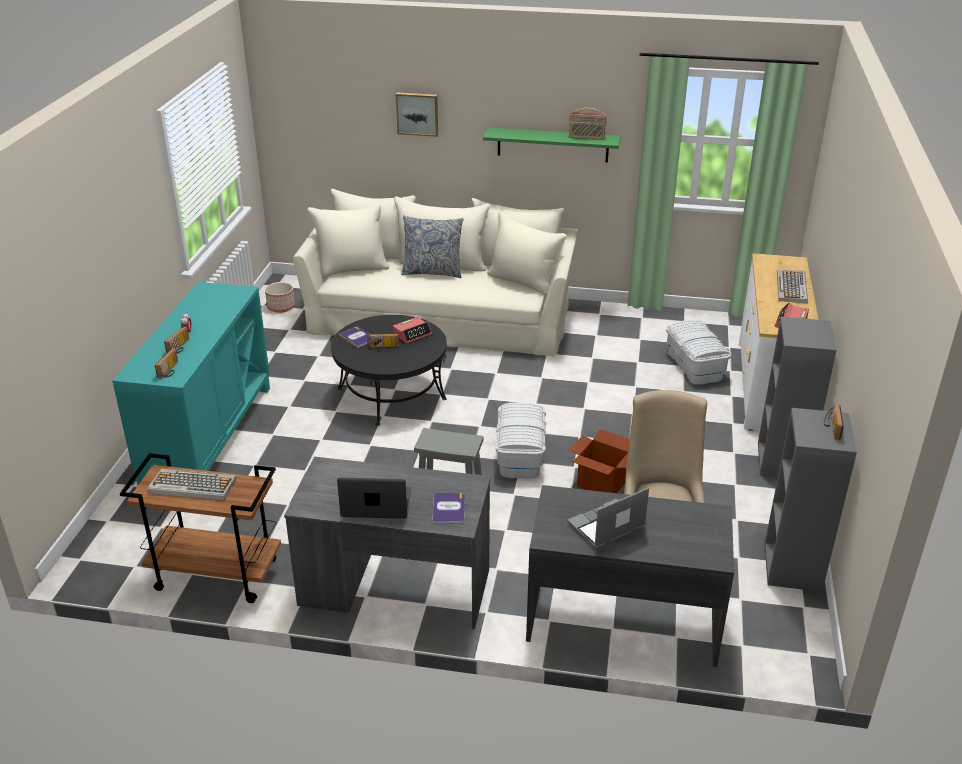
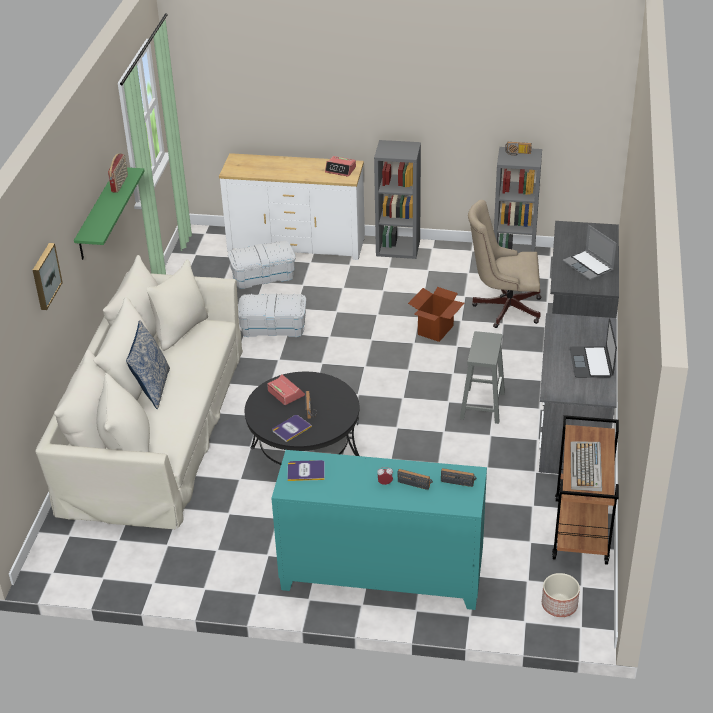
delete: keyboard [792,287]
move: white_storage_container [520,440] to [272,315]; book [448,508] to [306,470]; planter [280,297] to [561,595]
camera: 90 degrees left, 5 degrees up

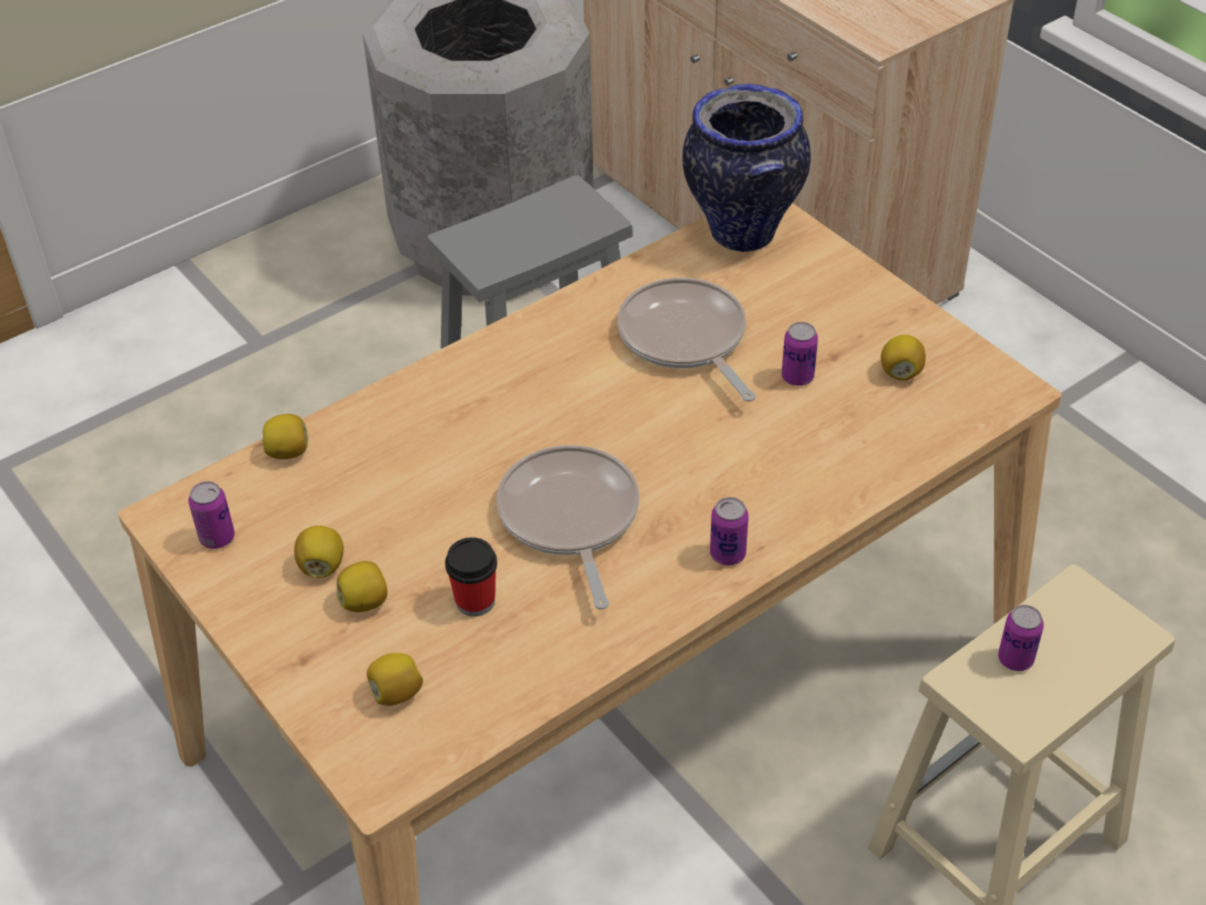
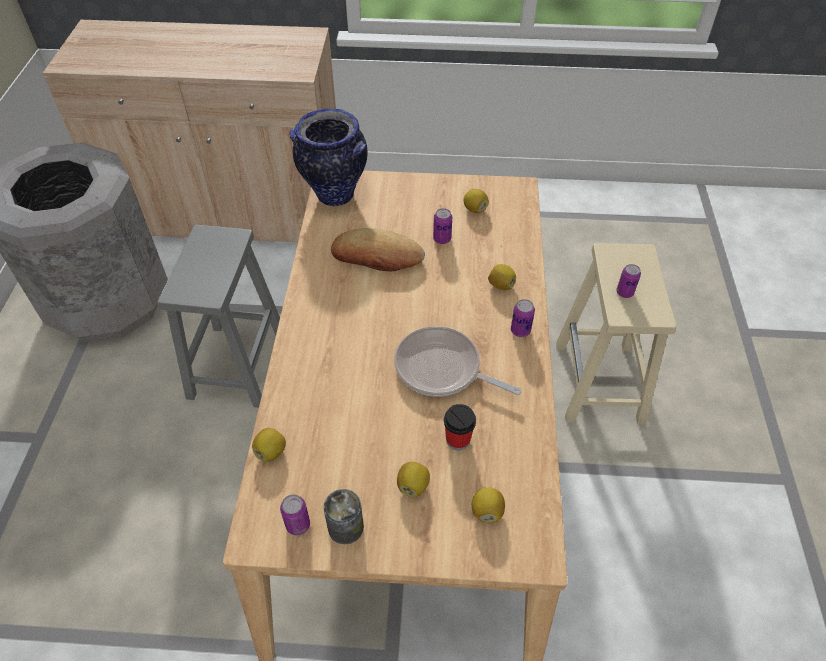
insert: metal_can [344,516]
move: citrus_fruit [319,551] to [502,277]
replace: skillet [686,340] to baked_bread [378,249]
camera: 50 degrees left, 5 degrees up

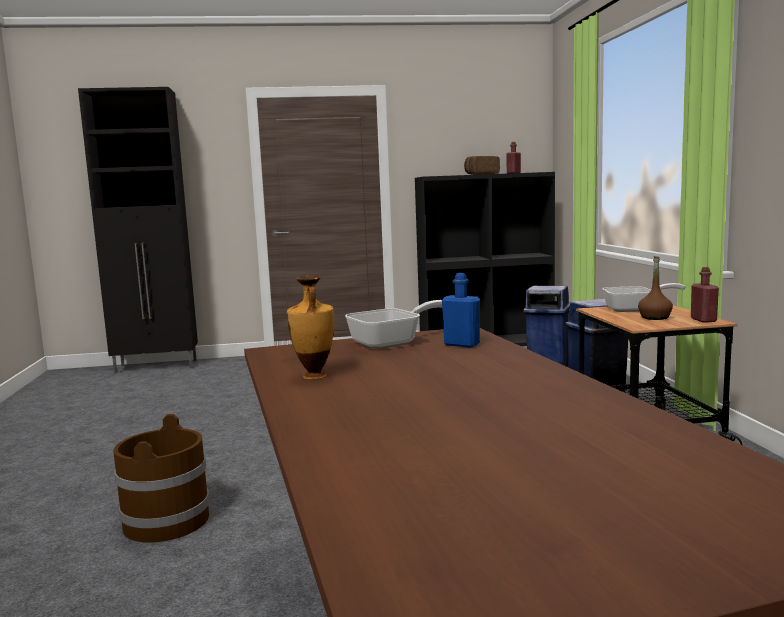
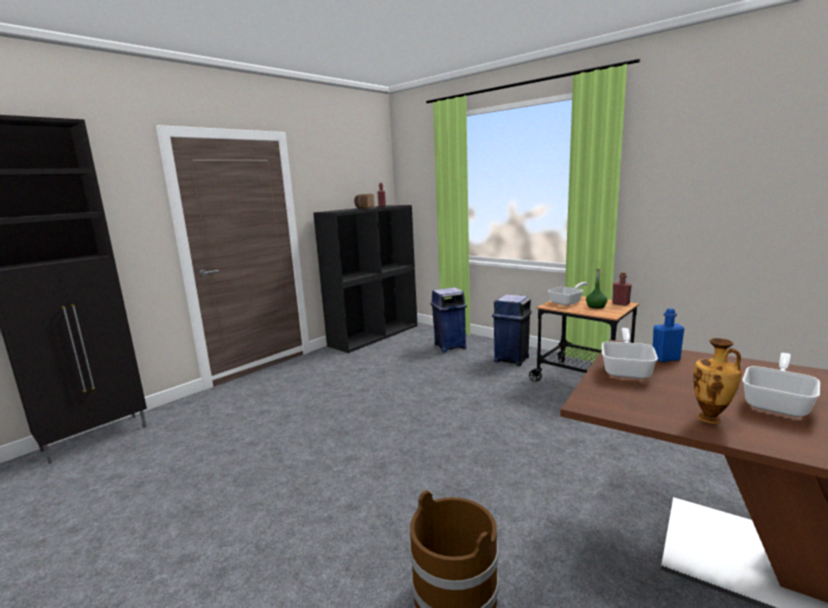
insert: skillet [781,385]
recolor: brown_beverage_bottle [655,288] to greenish_beverage_bottle [597,288]
camera: 40 degrees left, 5 degrees up

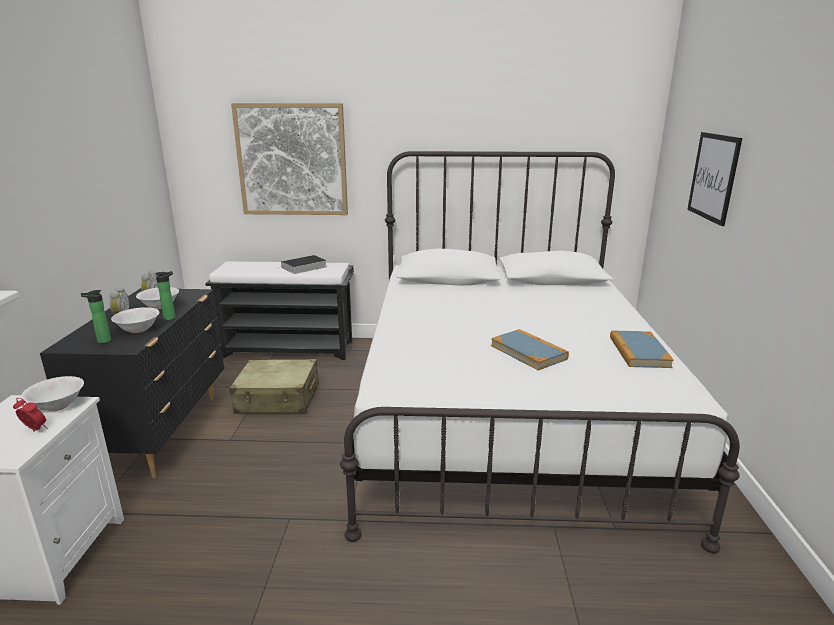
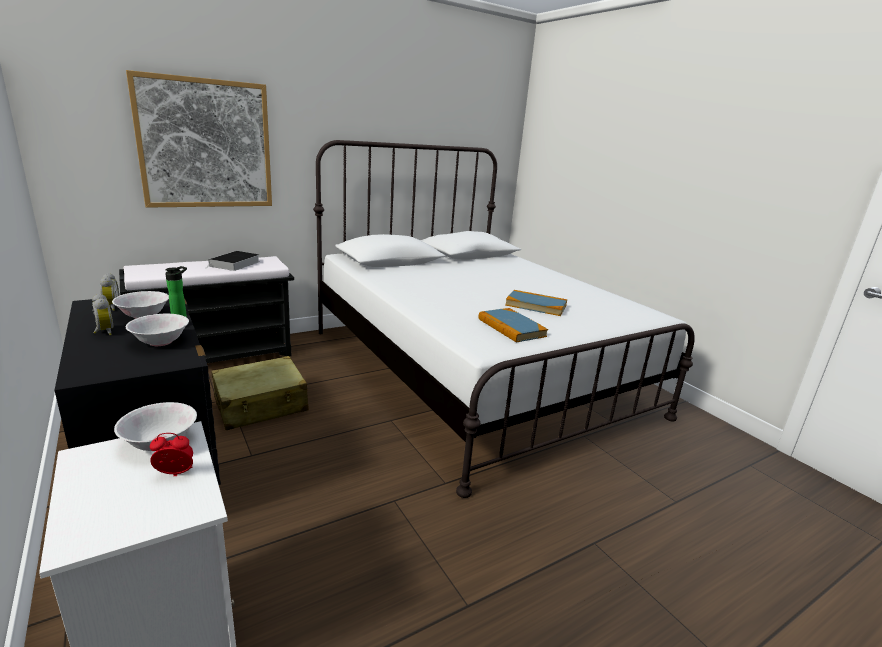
delete: beverage_bottle [96,316]; wall_art [714,179]
move: book [642,349] to [513,325]
camera: 35 degrees left, 0 degrees up

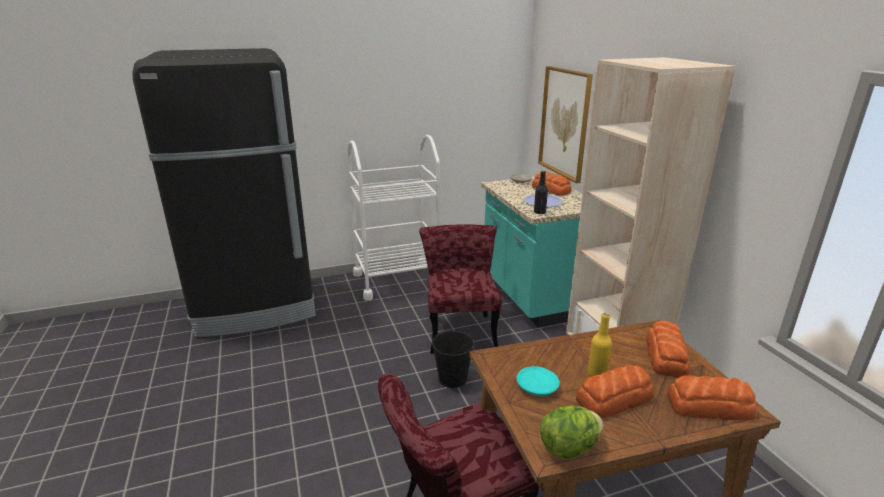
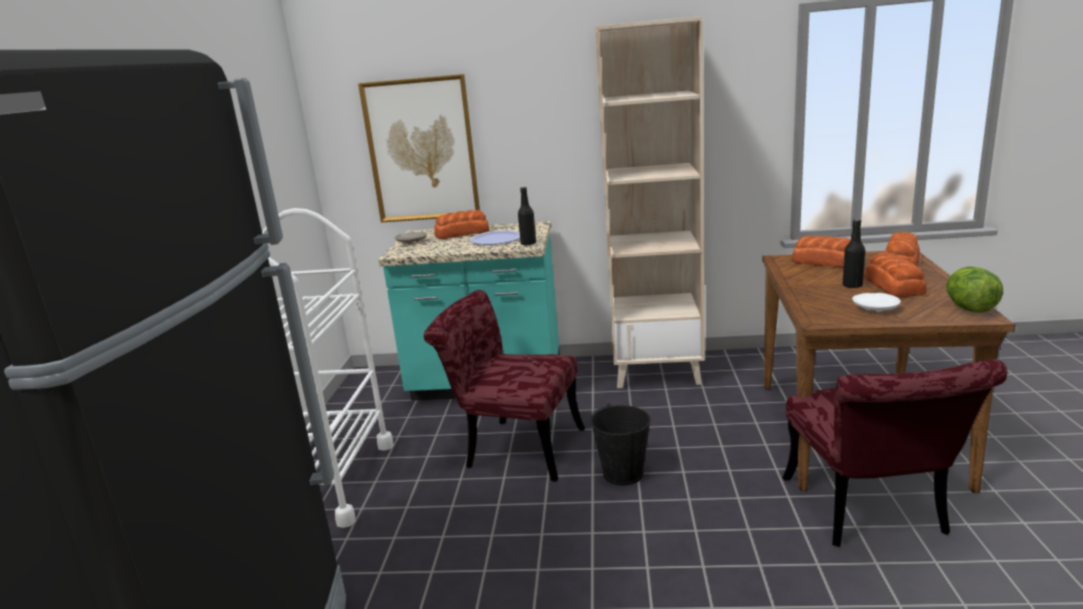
recolor: yellow-coloured_beverage_bottle [599,345] to black_beverage_bottle [854,253]; turquoise_plate [538,381] to white_plate [876,302]
camera: 65 degrees left, 5 degrees down

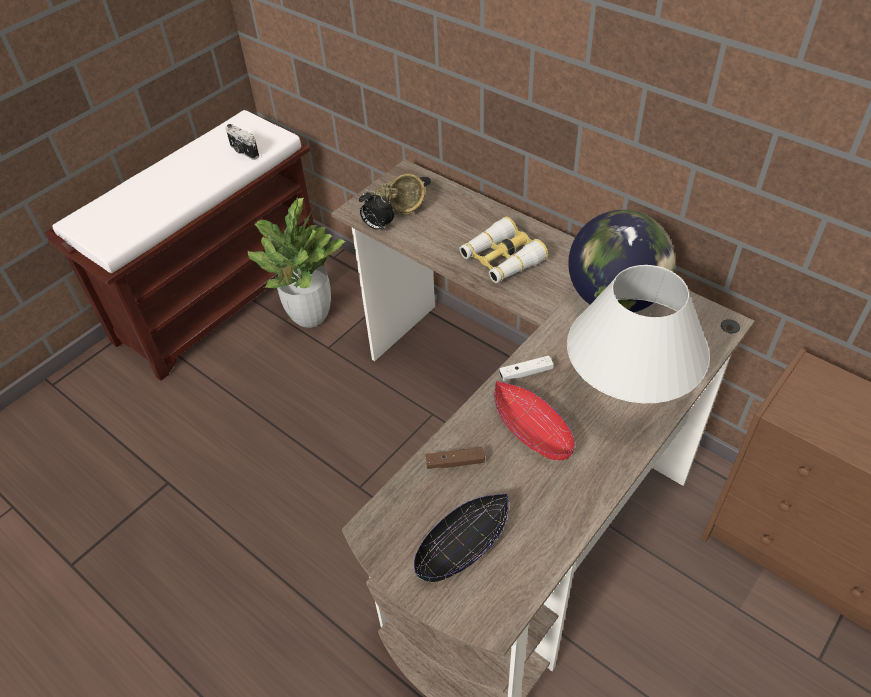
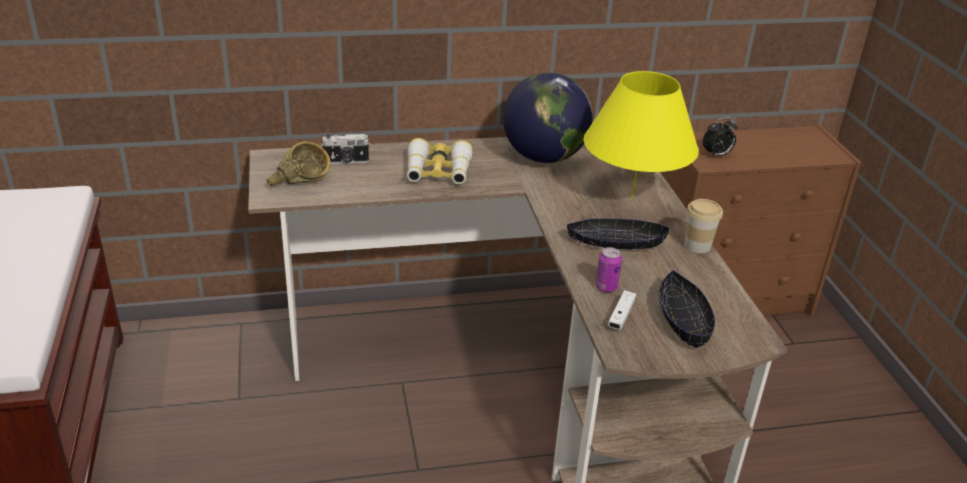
delete: houseplant [296,262]
insert: cup [704,226]
move: still_camera [242,142] to [345,149]; white_game_controller [526,368] to [622,310]; alarm_clock [376,210] to [720,137]
replace: brown_game_controller [455,458] to metal_can [608,269]
recolor: red-coloured_bowl [534,421] to black_bowl [618,234]; white_lamp_for_a_table [638,334] to yellow-coloured_lamp_for_a_table [641,134]
camera: 55 degrees left, 15 degrees down

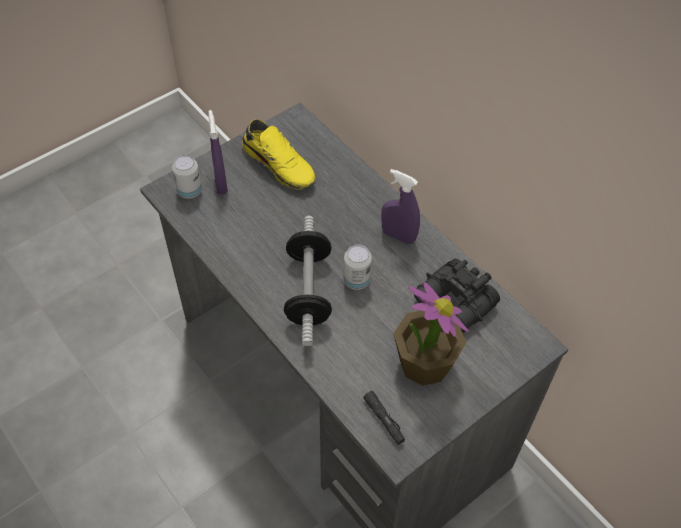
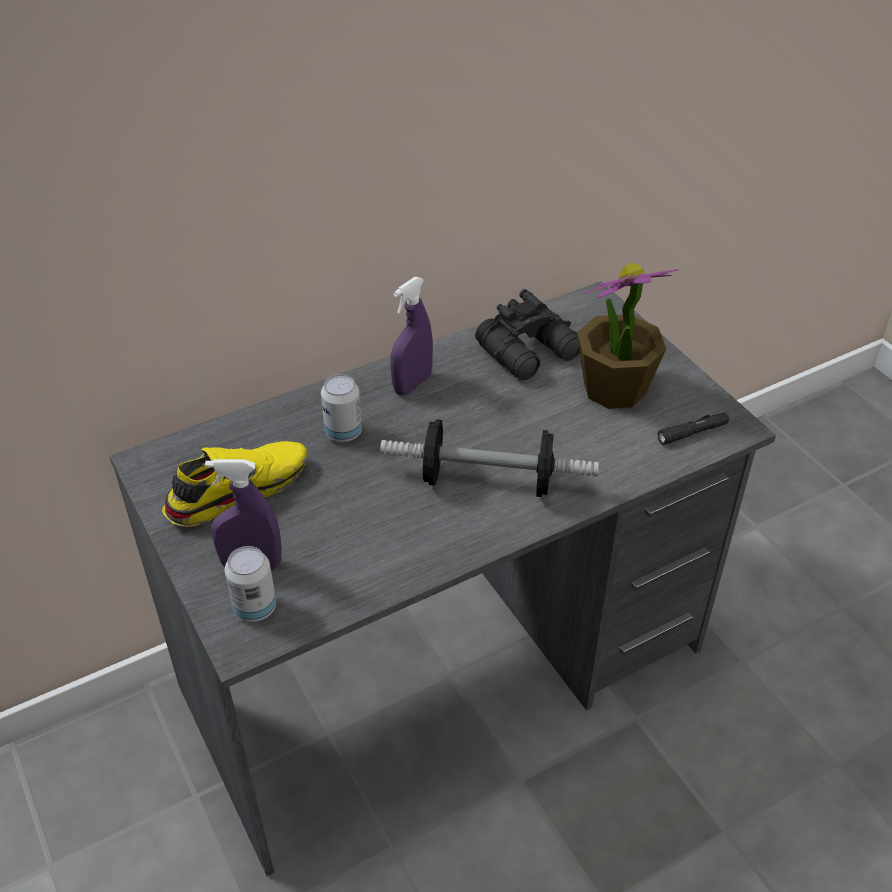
move: metal_can [357,267] to [341,408]
camera: 80 degrees left, 10 degrees down

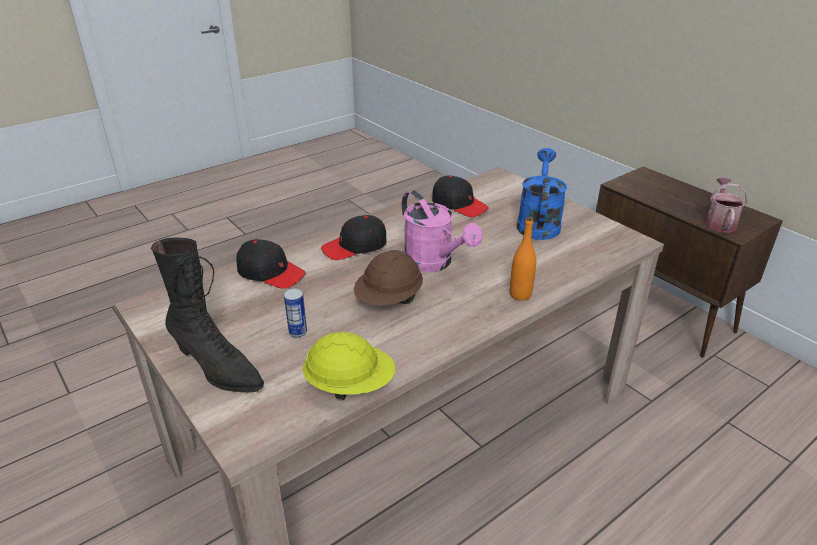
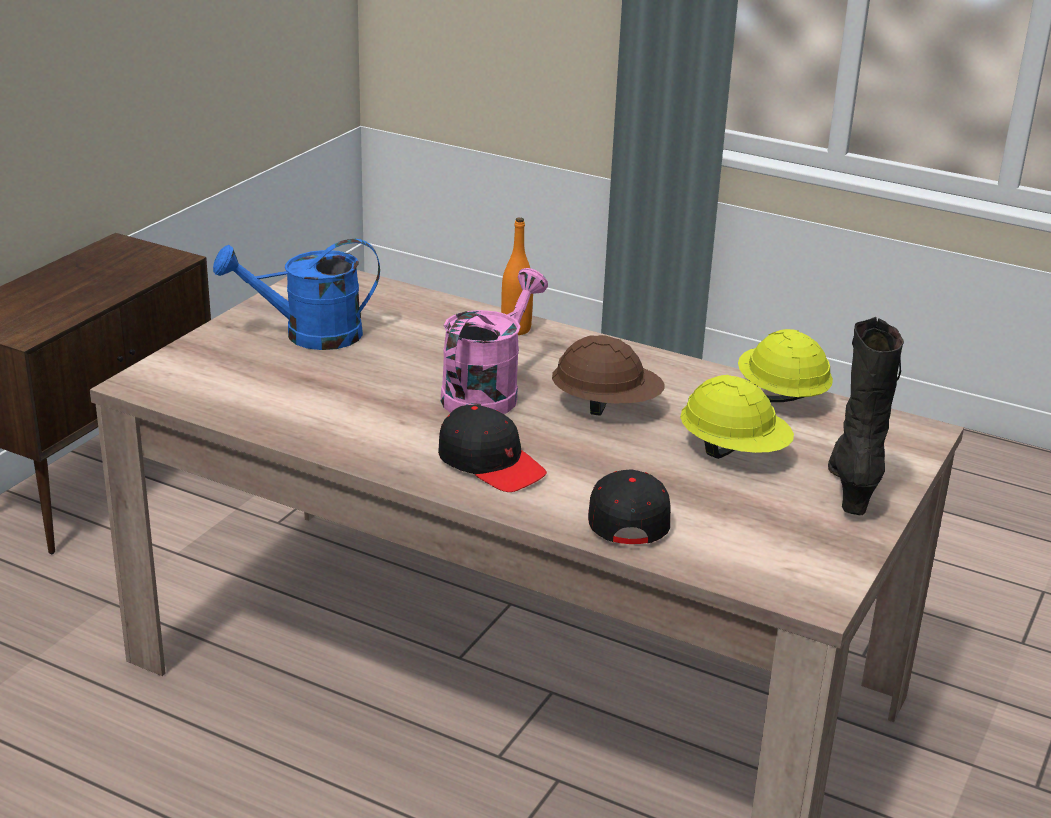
delete: black_baseball_cap [460,196]; watering_pot [726,205]
replace: metal_can [295,313] to yellow-coloured_hard_hat [737,417]
camera: 115 degrees left, 5 degrees down

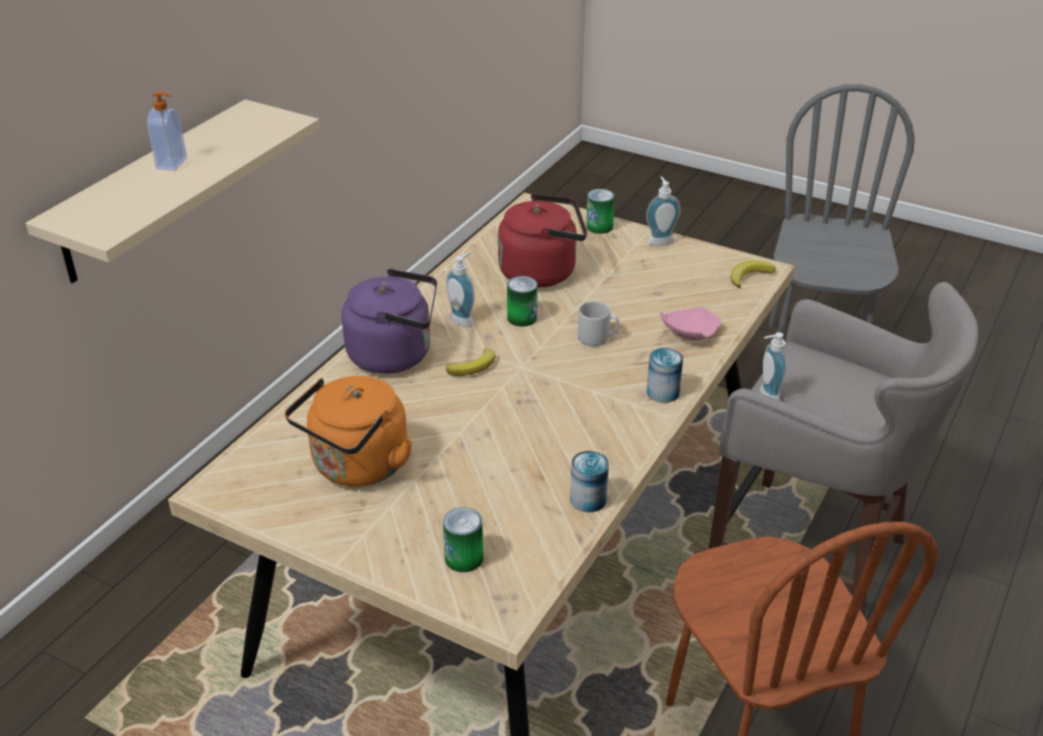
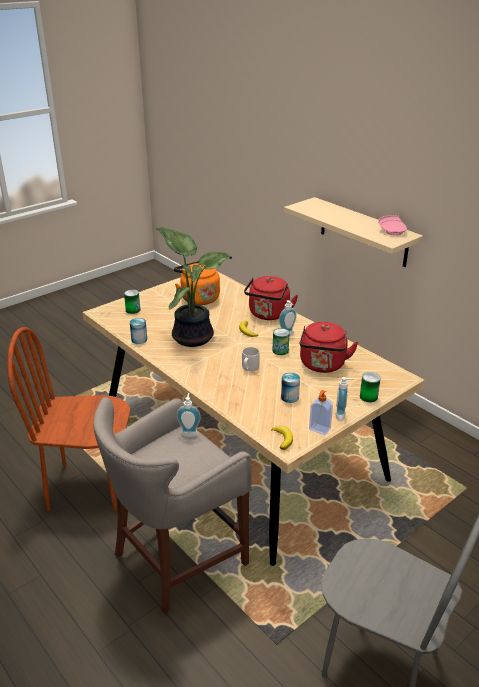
insert: houseplant [194,287]
move: metal_can [665,375] to [290,388]; soap_bottle [167,131] to [321,412]; pink-coloured_plate [691,324] to [392,225]
recolor: purple_kettle [389,321] to red-coloured_kettle [271,298]
camera: 110 degrees right, 5 degrees down

